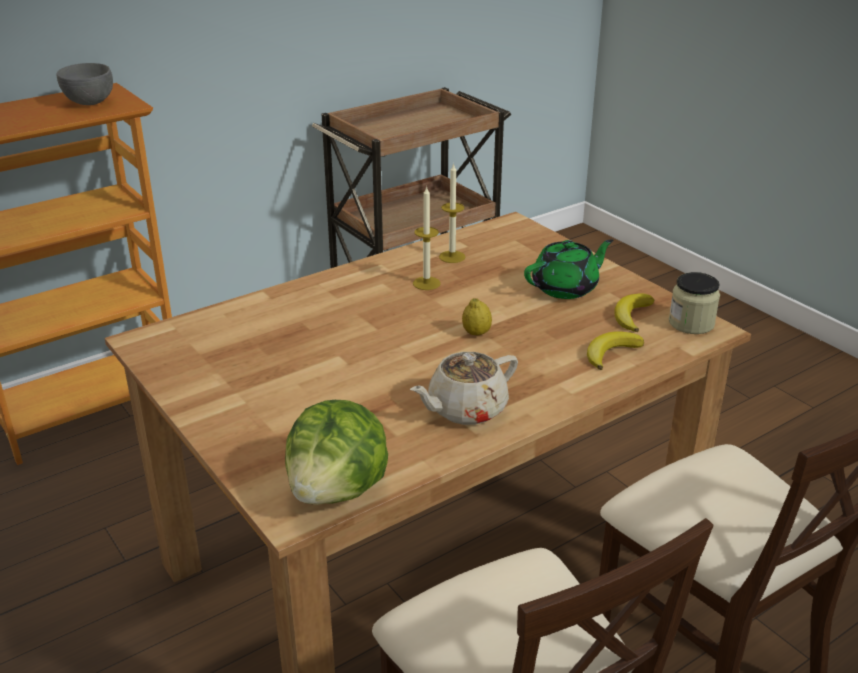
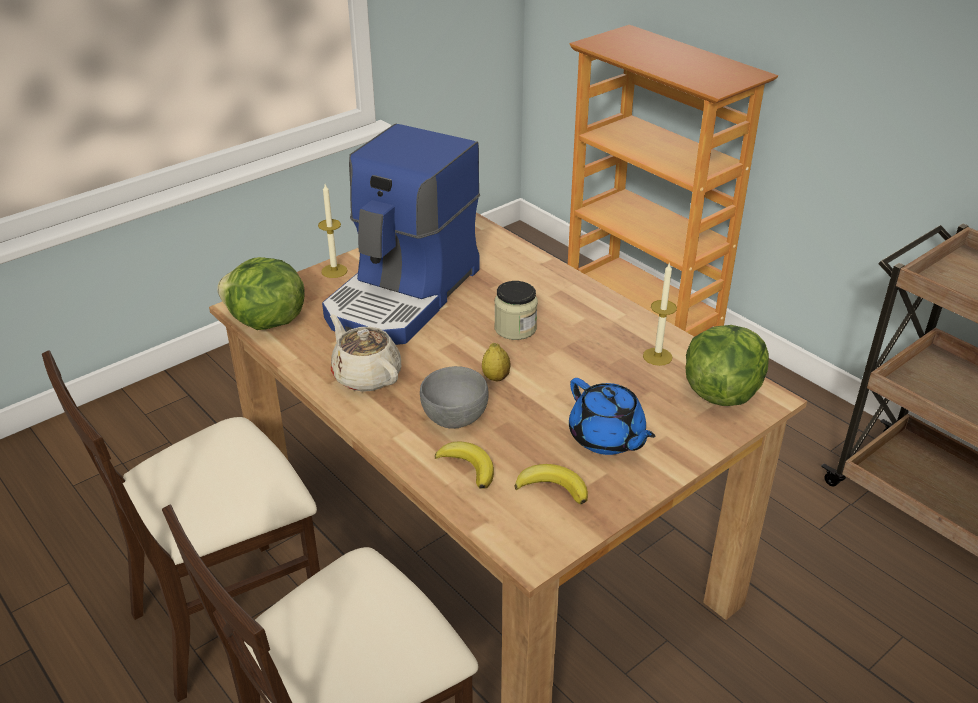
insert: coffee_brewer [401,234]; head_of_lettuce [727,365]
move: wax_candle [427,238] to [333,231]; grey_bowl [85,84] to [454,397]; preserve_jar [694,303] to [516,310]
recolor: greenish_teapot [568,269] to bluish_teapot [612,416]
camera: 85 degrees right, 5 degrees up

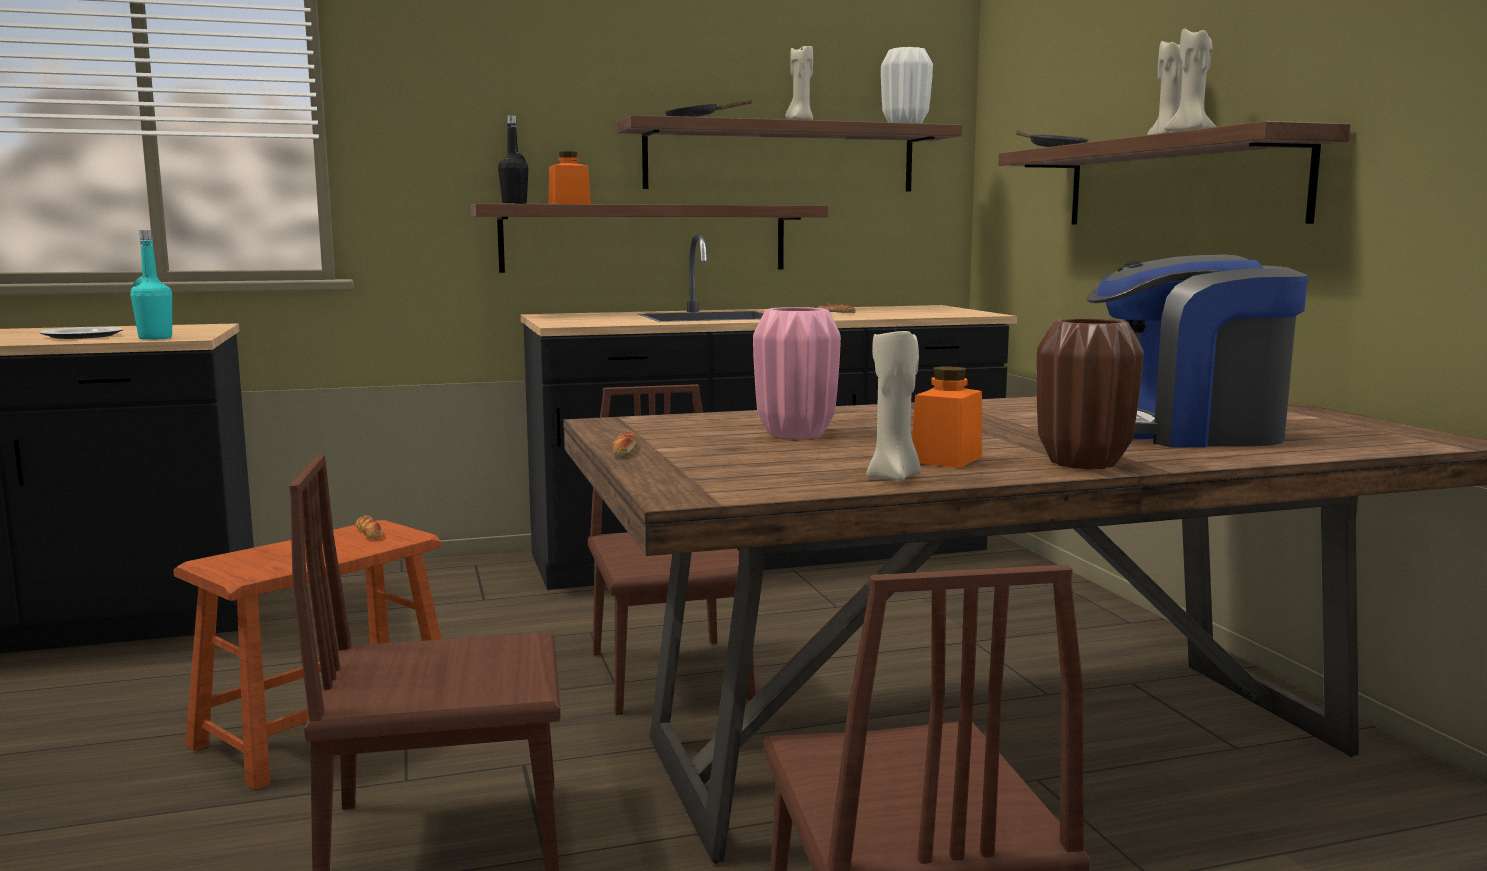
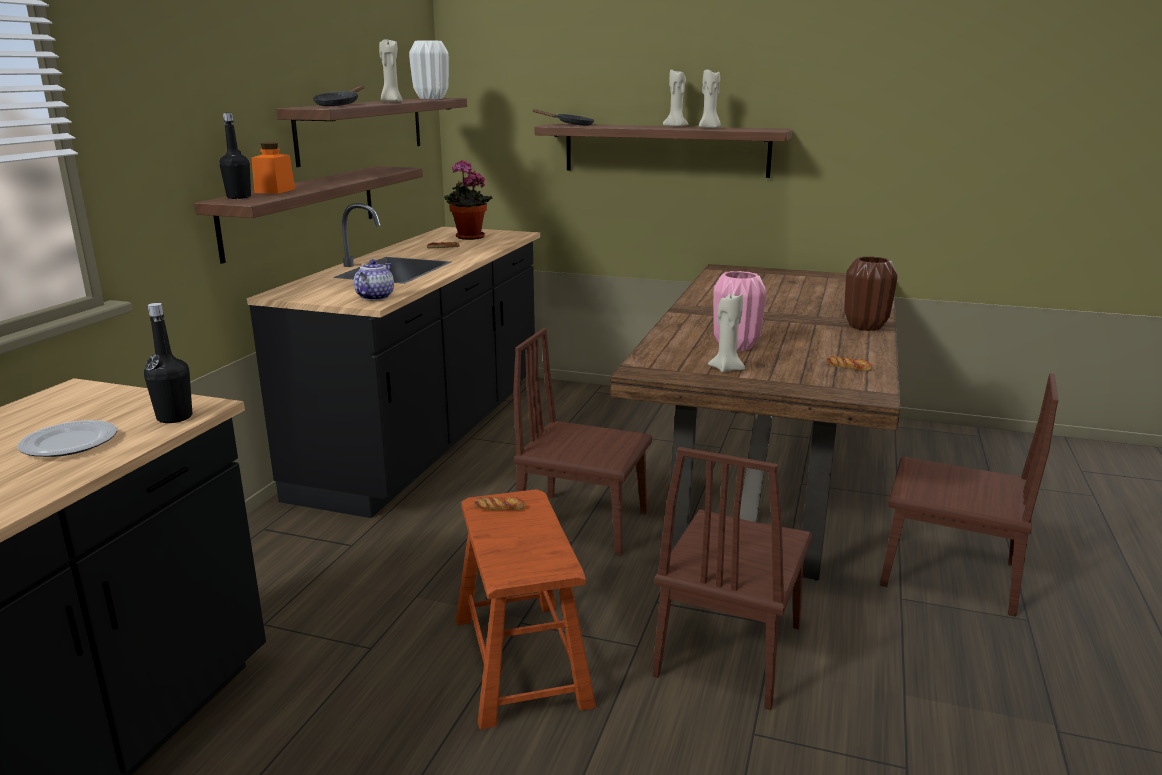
delete: orangey_preserve_jar [947,417]; coffee_brewer [1197,351]
insert: teapot [374,279]; houseplant [468,200]
move: beige_wax_candle [893,405] to [726,333]; baked_bread [624,443] to [849,363]
recolor: turquoise_beverage_bottle [151,285] to black_beverage_bottle [168,363]
camera: 55 degrees left, 10 degrees up

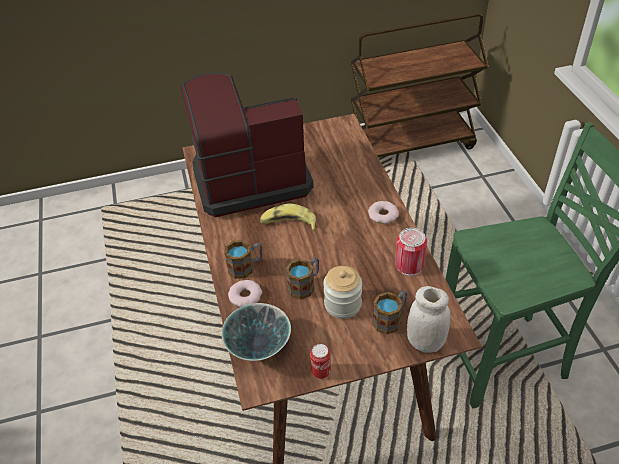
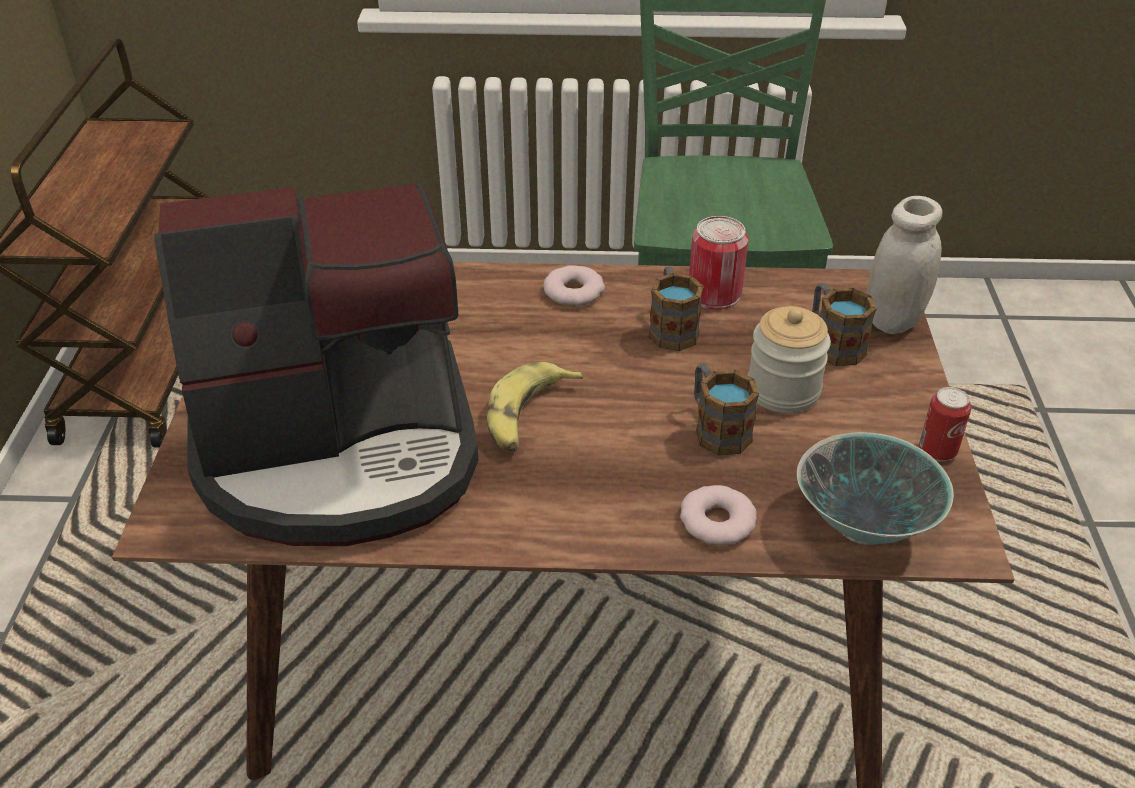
move: tea_mug [243,259] to [676,309]
rotate: coffee_brewer [247,145] = [316,364] 105 degrees counterclockwise
camera: 75 degrees left, 5 degrees down

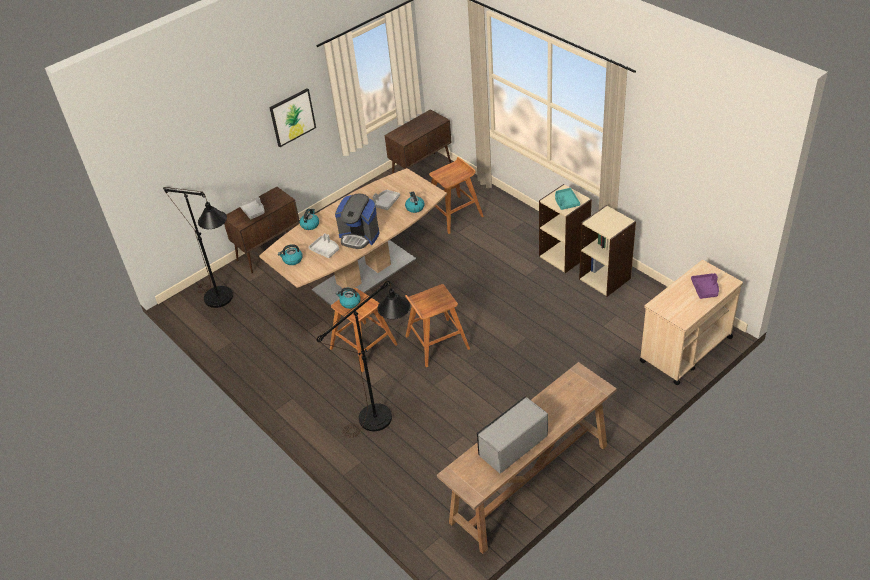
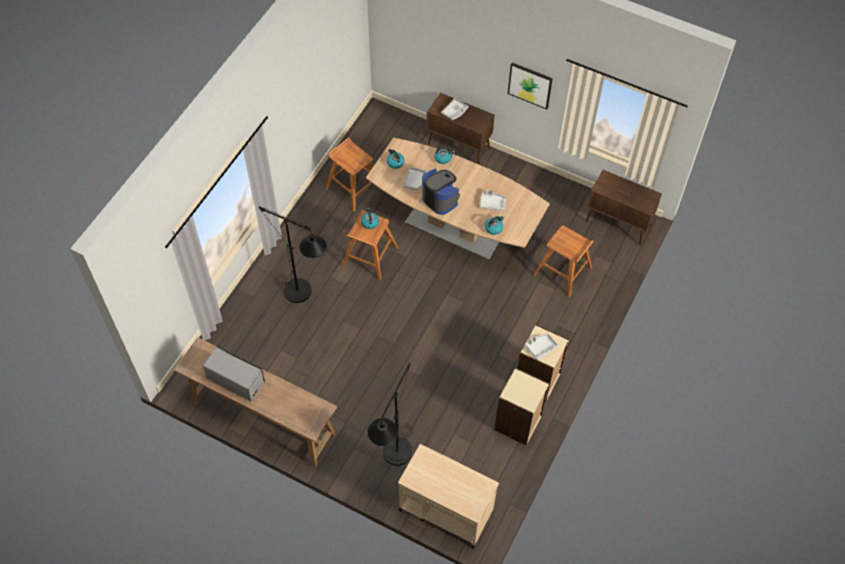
delete: purple_carrying_tray [705,286]
move: brown_sitting_stool [437,325] to [349,175]; black_standard_lamp [198,247] to [390,414]
recolor: turquoise_carrying_tray [567,199] to grey_carrying_tray [541,347]
rotate: coffee_brewer [357,221] = [441,191] 135 degrees clockwise
camera: 65 degrees right, 15 degrees up

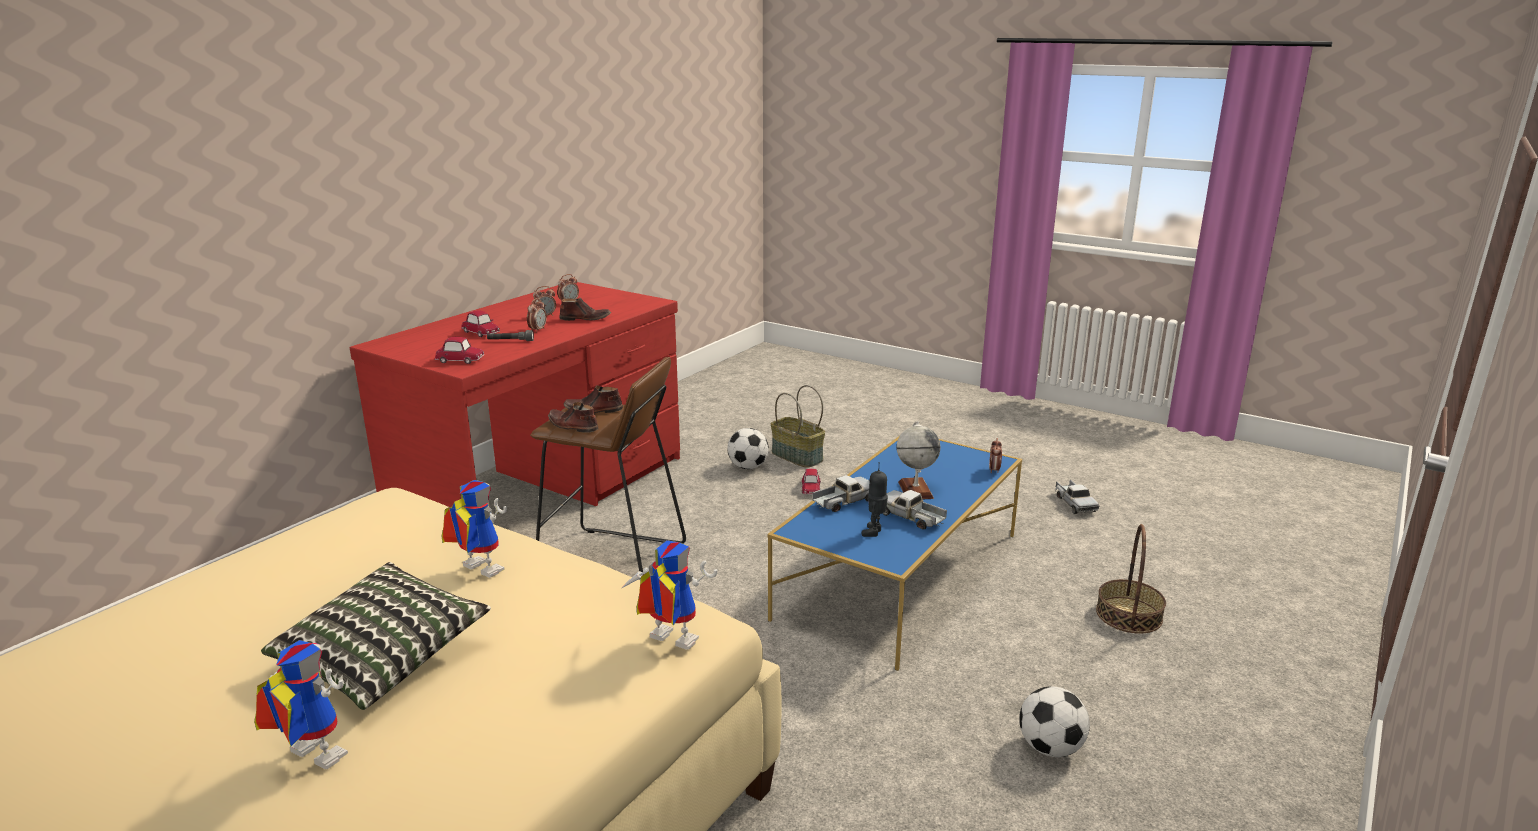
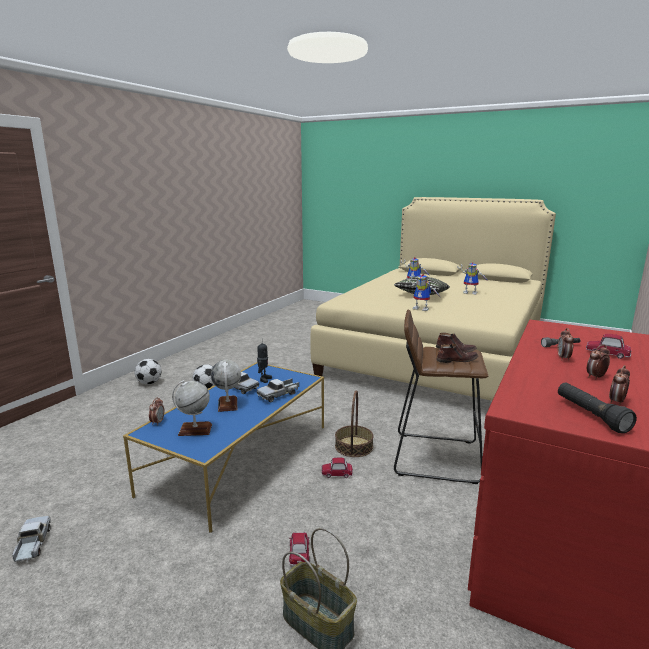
delete: brown_shoe [585,309]
insert: world_globe [192,408]; black_hand_torch [597,407]
move: football [748,448] to [148,371]; toy_car [459,350] to [337,468]; storage_basket [1131,579] to [354,423]; toy_robot [670,595] to [473,279]
camera: 175 degrees right, 5 degrees down

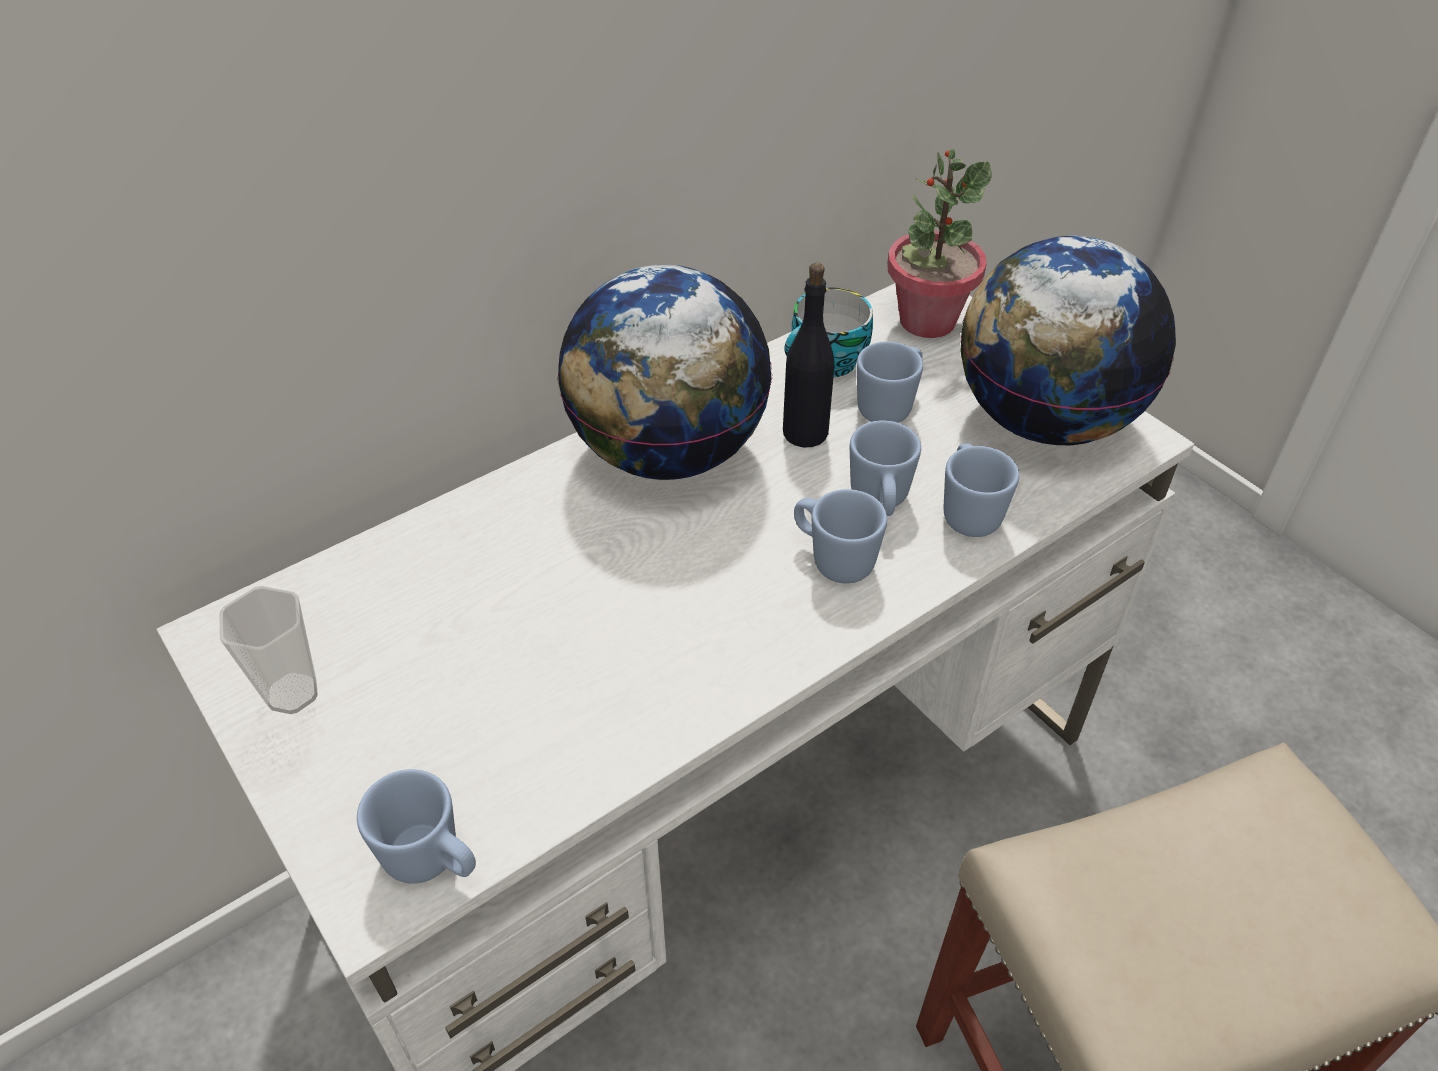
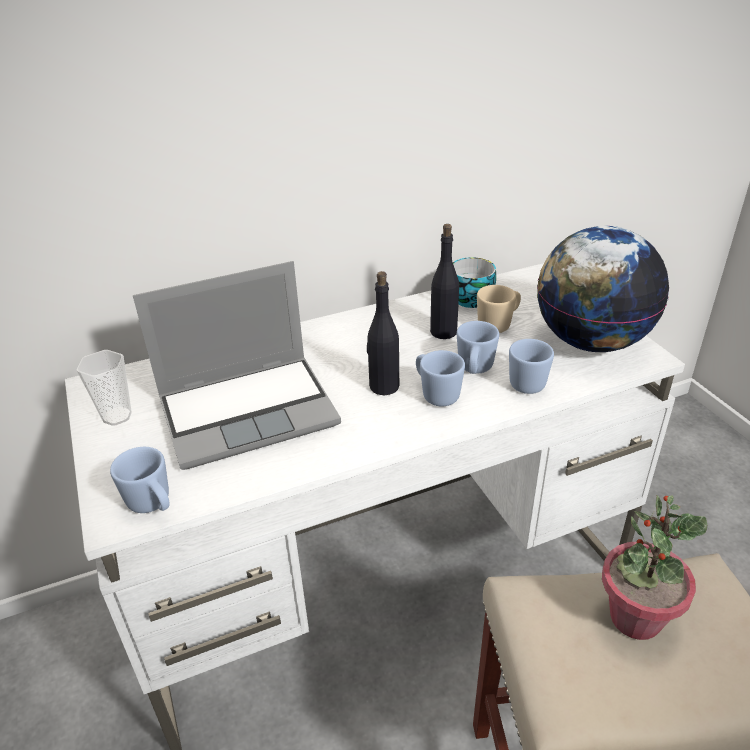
delete: world_globe [664,372]
insert: notebook_computer [237,365]; black_beverage_bottle [383,333]
move: houseplant [939,243] to [654,568]
recolor: bluish_tea_mug [890,382] to beige_tea_mug [499,309]
camera: 15 degrees right, 10 degrees down

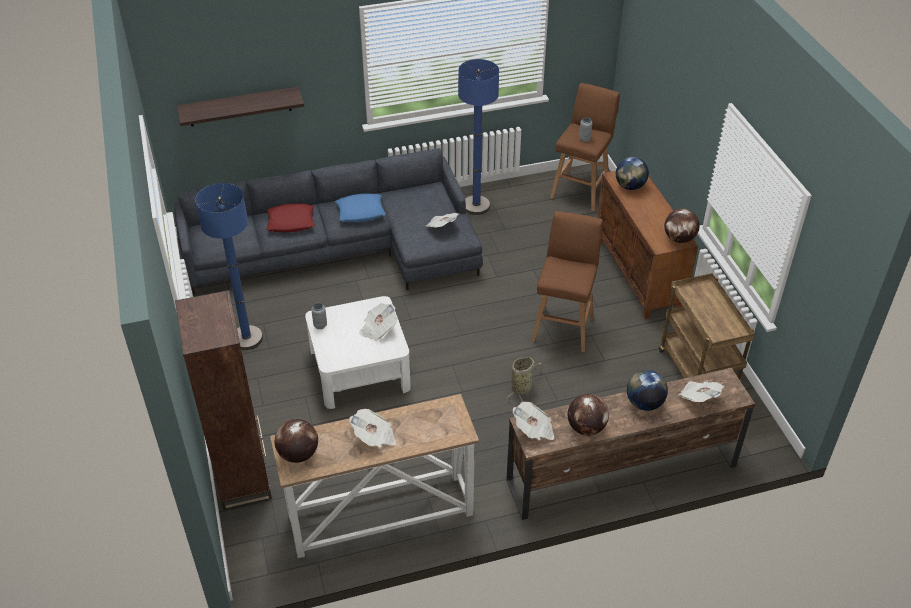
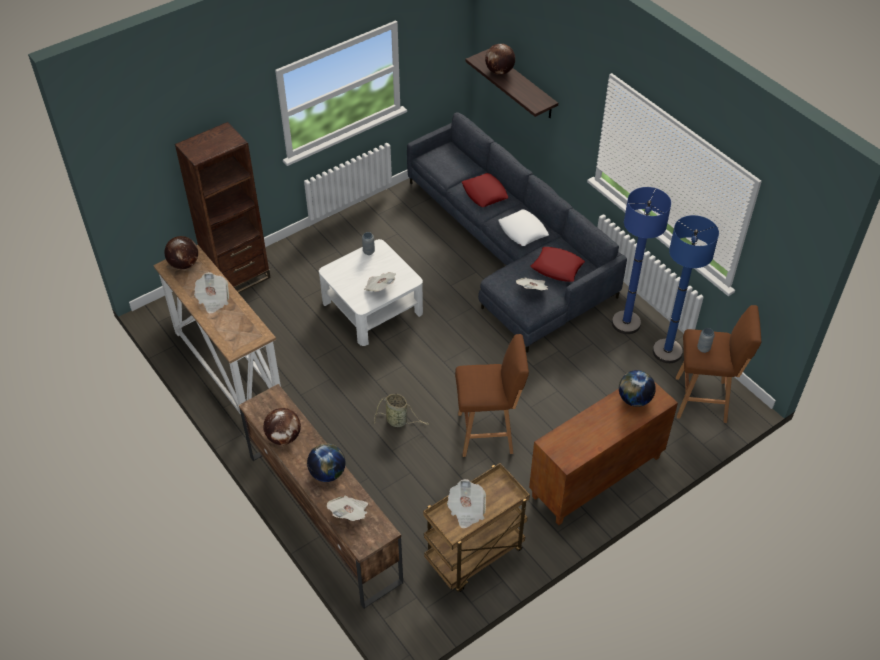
insert: red-coloured_cushion [557,264]
move: daily_paper [534,421] to [466,504]; world_globe [682,225] to [500,59]; bluish_standard_lamp [229,266] to [686,289]
recolor: bluish_cushion [360,207] to white_cushion [523,227]
camera: 70 degrees right, 5 degrees up

